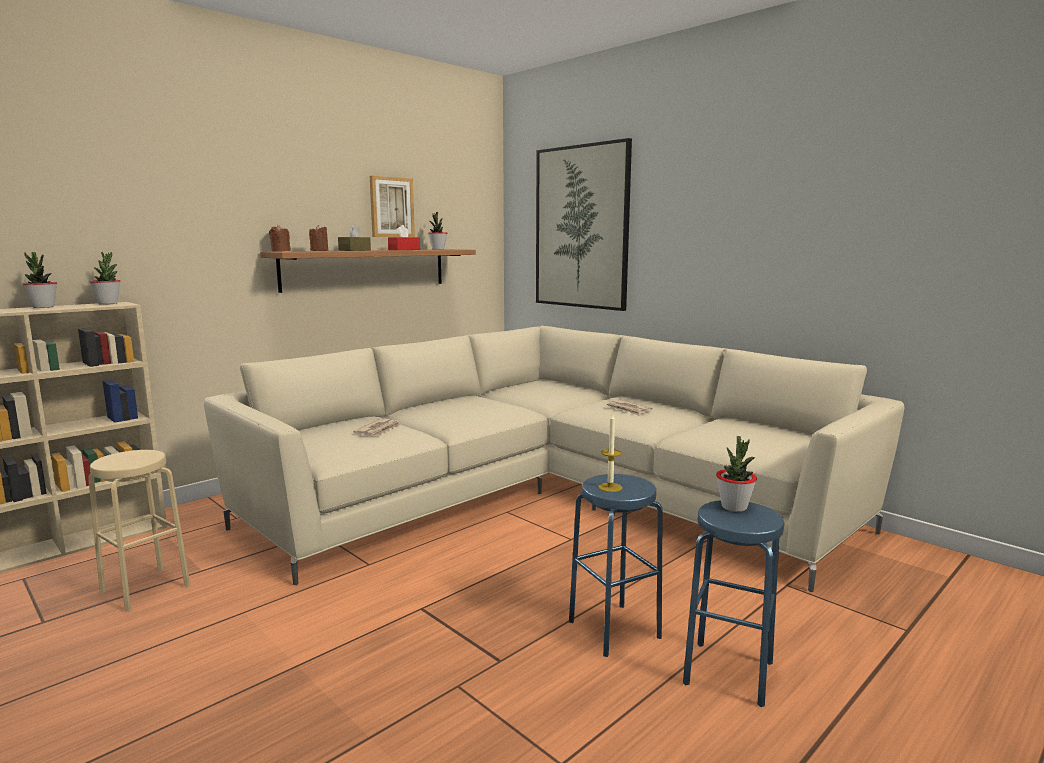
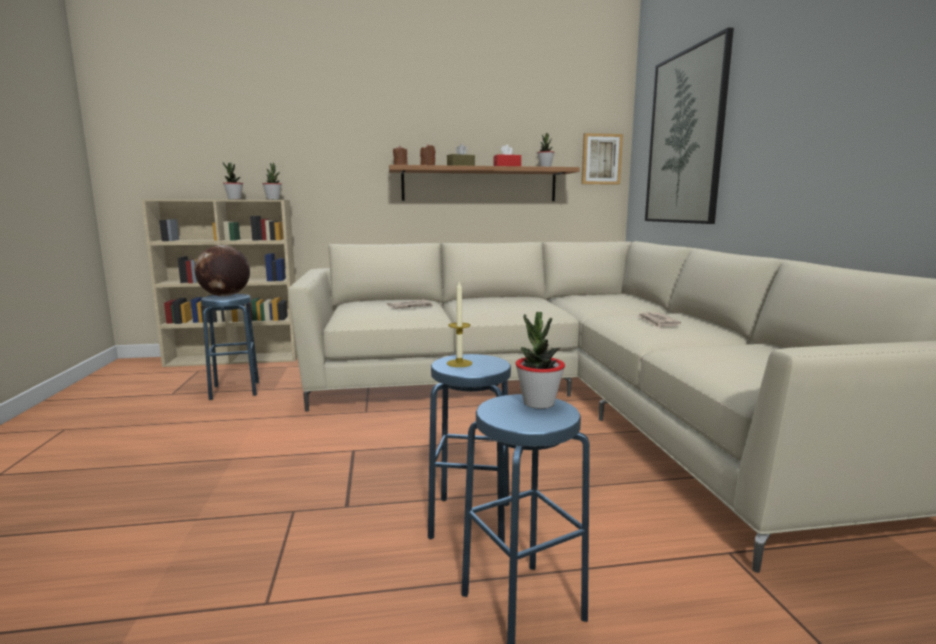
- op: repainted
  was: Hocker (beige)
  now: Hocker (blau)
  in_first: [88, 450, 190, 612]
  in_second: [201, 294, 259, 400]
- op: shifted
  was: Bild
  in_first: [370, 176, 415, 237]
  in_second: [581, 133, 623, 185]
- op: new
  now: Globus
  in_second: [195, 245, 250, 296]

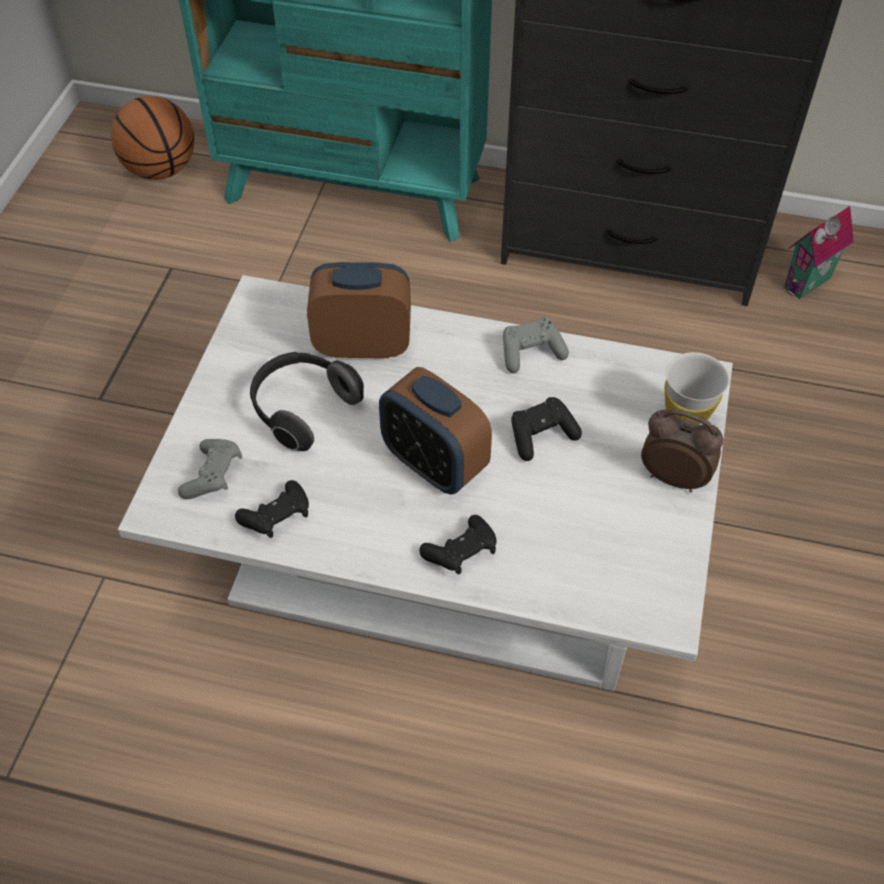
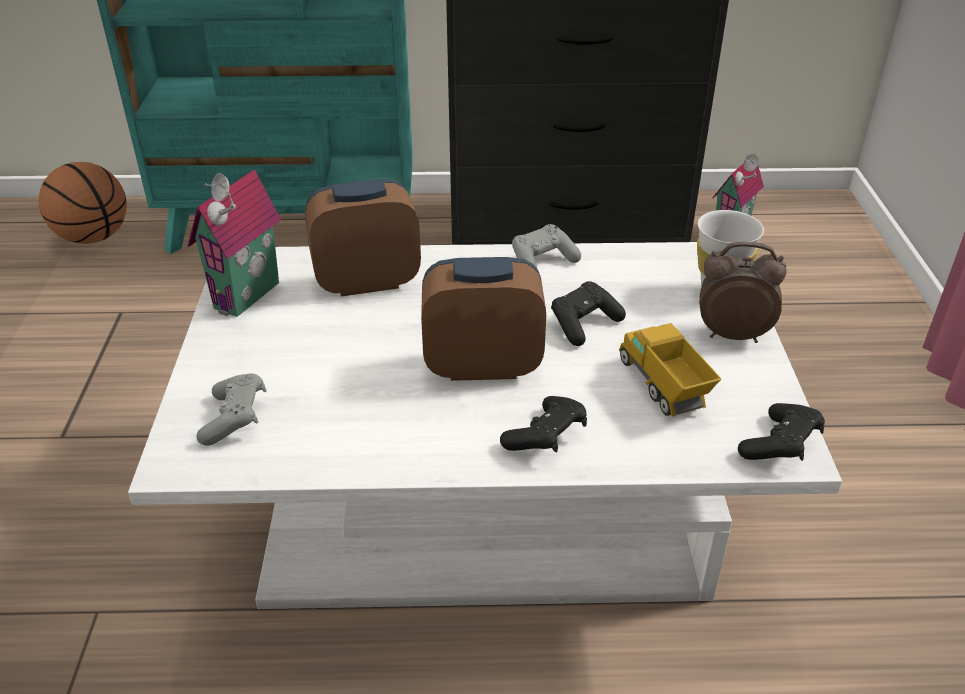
- op: shifted
  was: Gamepad (schwarz)
  in_first: [235, 480, 309, 538]
  in_second: [738, 403, 825, 461]
- op: gone
  was: Kopfhörer
  in_first: [250, 352, 364, 451]
- op: rotated
  was: Wecker
  in_first: [379, 367, 492, 495]
  in_second: [421, 257, 546, 381]
  clockwise: 150
- op: new
  now: Spielzeughaus
  in_second: [188, 170, 281, 317]
- op: new
  now: Spielzeuglaster
  in_second: [619, 323, 721, 417]

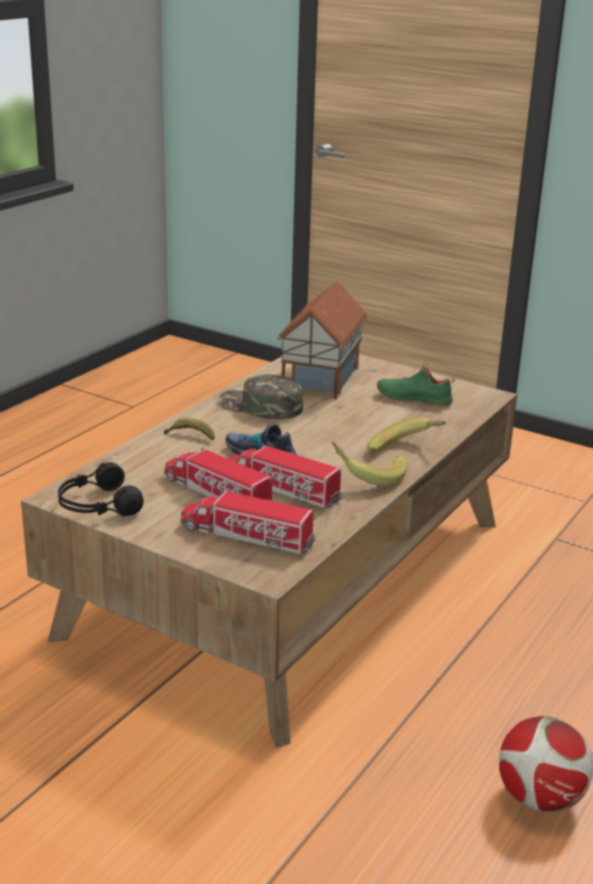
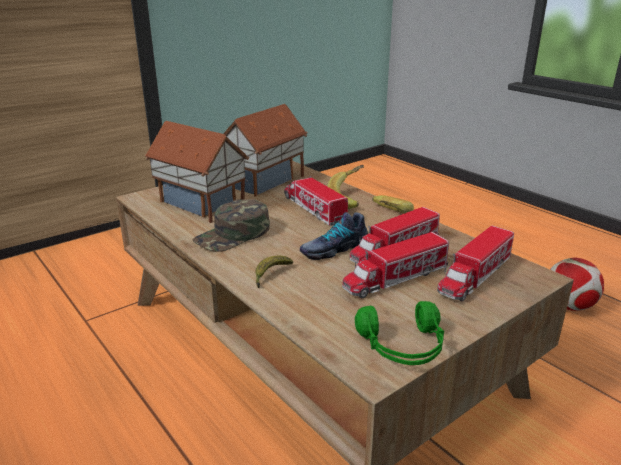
- op: repainted
  was: Kopfhörer (schwarz)
  now: Kopfhörer (grün)
  in_first: [58, 462, 144, 517]
  in_second: [355, 301, 444, 365]
- op: swapped
  was: Schuh (grün)
  now: Spielzeughaus
  in_first: [377, 361, 455, 407]
  in_second: [223, 104, 307, 197]
- op: new
  now: Spielzeuglaster
  in_second: [284, 176, 348, 226]

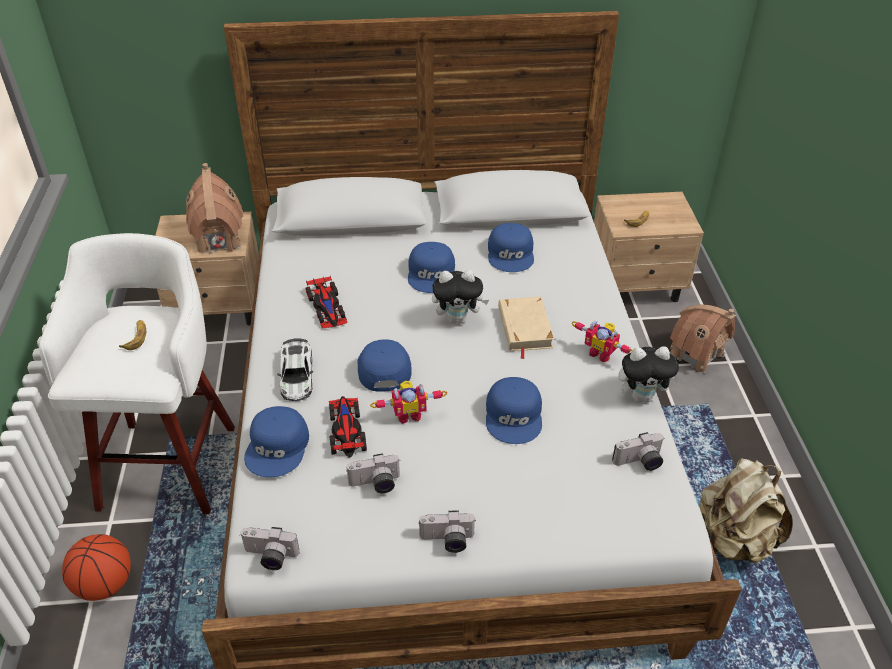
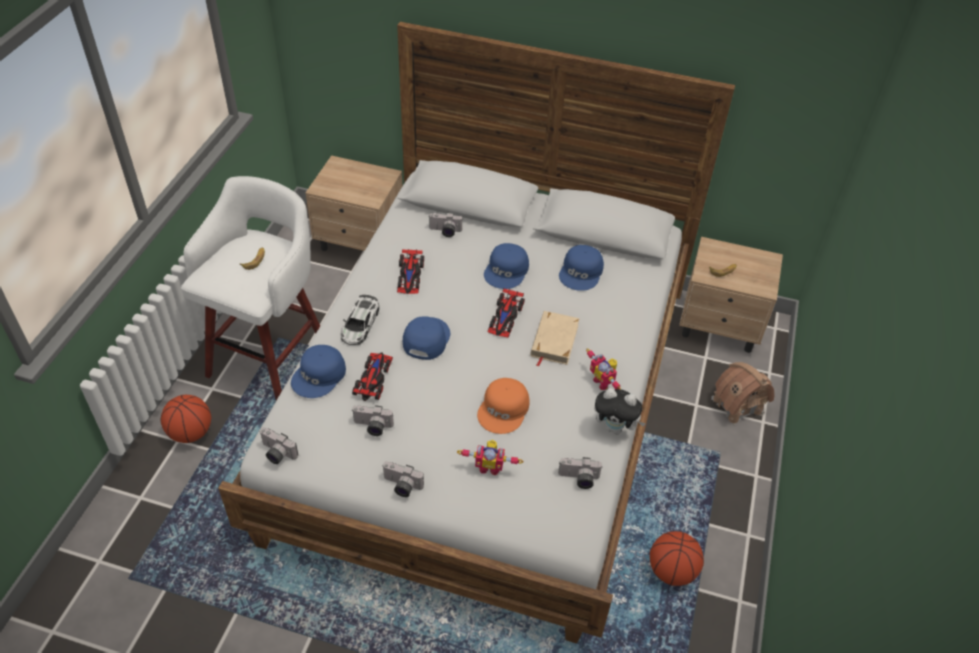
- op: gone
  was: Spielzeughaus
  in_first: [186, 163, 245, 253]
- op: shifted
  was: Spielzeugroboter
  in_first: [370, 381, 447, 424]
  in_second: [457, 440, 523, 475]
- op: swapped
  was: Plüschtier
  now: Spielzeugauto
  in_first: [432, 270, 489, 324]
  in_second: [487, 289, 525, 337]
- op: repainted
  was: Kappe (blau)
  now: Kappe (orange)
  in_first: [486, 377, 542, 444]
  in_second: [477, 378, 530, 434]
- op: swapped
  was: Rucksack (beige)
  now: Basketball
  in_first: [700, 459, 793, 564]
  in_second: [650, 531, 704, 586]
- op: new
  now: Kamera
  in_second: [429, 212, 463, 237]

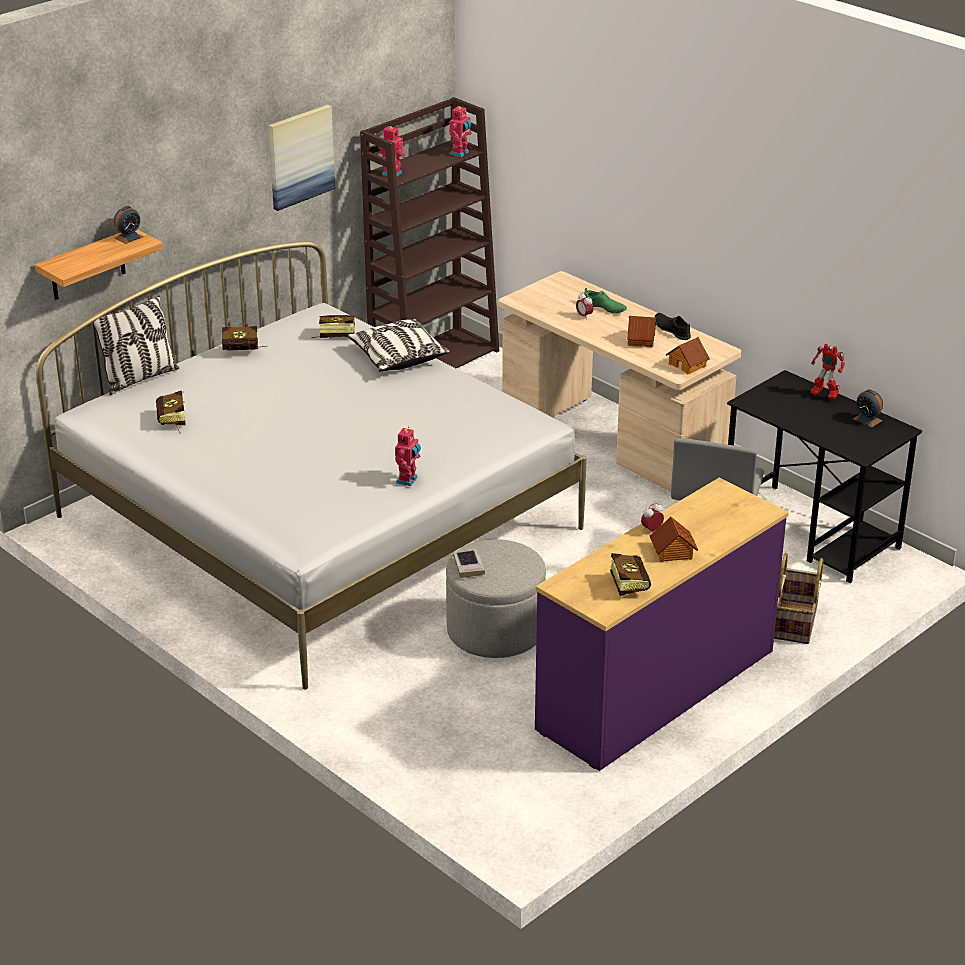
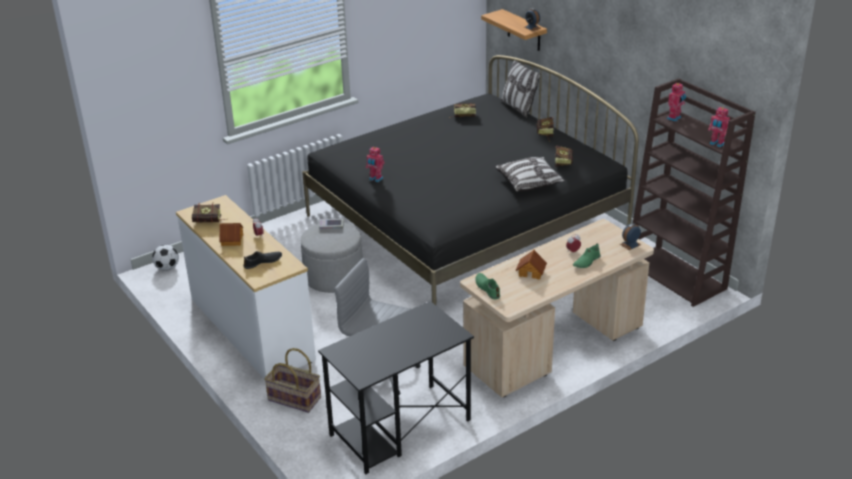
- op: repainted
  was: Bett (weiß)
  now: Bett (schwarz)
  in_first: [36, 241, 587, 690]
  in_second: [302, 55, 639, 305]
- op: gone
  was: Bild
  in_first: [268, 105, 335, 211]
- op: repainted
  was: Kommode (lila)
  now: Kommode (weiß)
  in_first: [535, 478, 789, 771]
  in_second: [176, 195, 316, 378]
- op: shifted
  was: Schuh (schwarz)
  in_first: [655, 313, 691, 340]
  in_second: [244, 251, 282, 269]
- op: swapped
  was: Spielzeughaus
  now: Schuh (grün)
  in_first: [666, 337, 710, 374]
  in_second: [475, 273, 500, 299]
- op: gone
  was: Spielzeugroboter
  in_first: [810, 344, 845, 399]
- op: shifted
  was: Wecker
  in_first: [853, 389, 883, 428]
  in_second: [620, 223, 641, 250]
- op: new
  now: Fußball
  in_second: [152, 245, 179, 271]

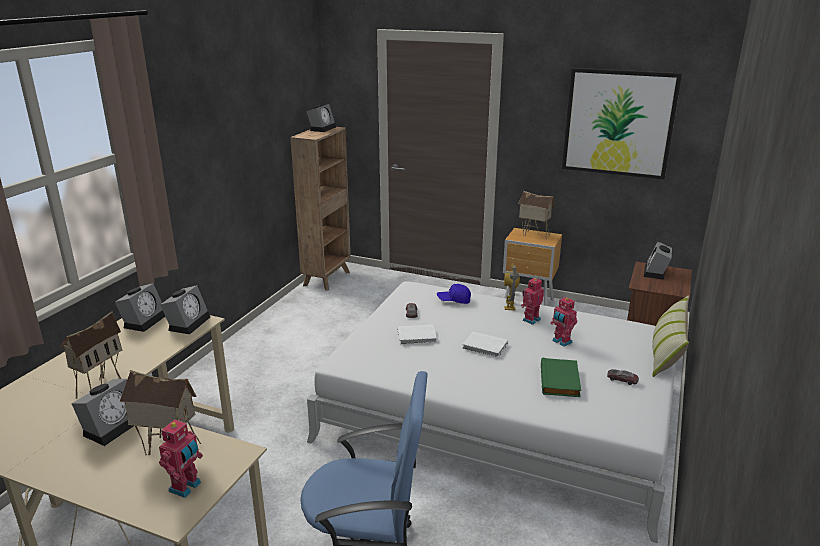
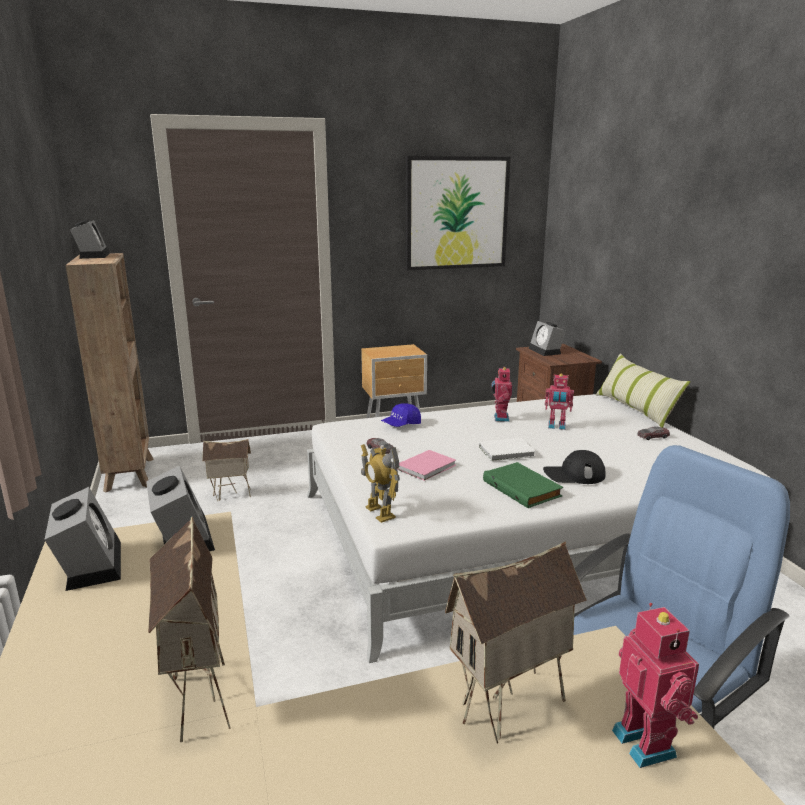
- op: gone
  was: Wecker
  in_first: [71, 379, 134, 446]
- op: repainted
  was: Buch (weiß)
  now: Buch (rosa)
  in_first: [398, 325, 437, 344]
  in_second: [397, 450, 456, 481]
- op: shifted
  was: Spielzeugroboter
  in_first: [504, 263, 520, 310]
  in_second: [361, 444, 400, 523]
- op: shifted
  was: Spielzeughaus
  in_first: [518, 191, 554, 236]
  in_second: [202, 439, 251, 501]
- op: shifted
  was: Buch (grün)
  in_first: [541, 357, 581, 397]
  in_second: [483, 462, 563, 508]
- op: new
  now: Kappe (schwarz)
  in_second: [543, 450, 606, 484]

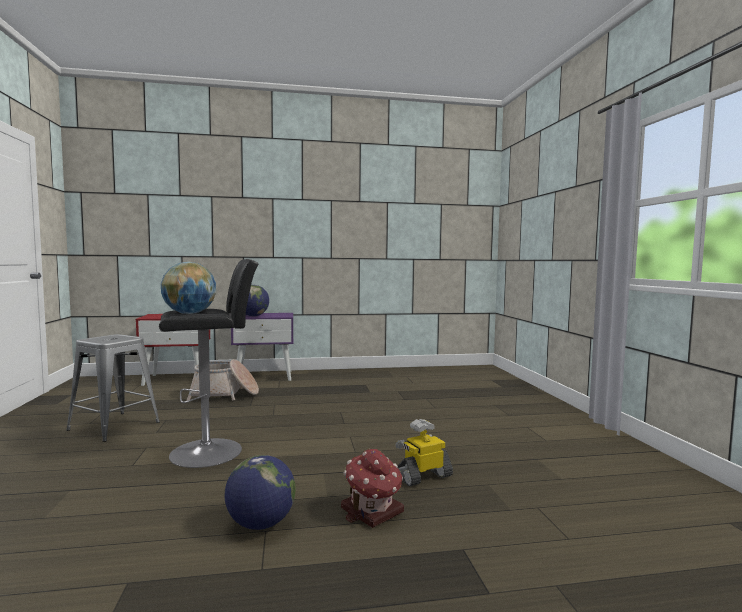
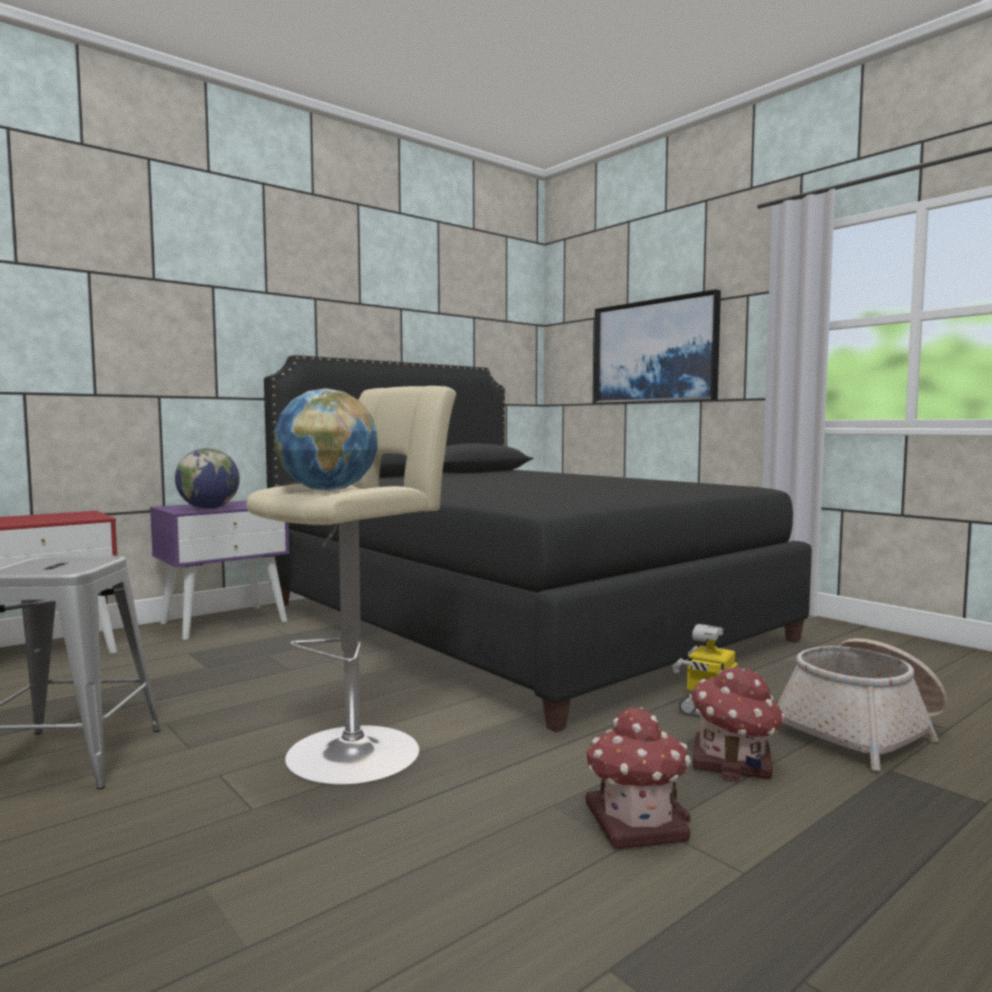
- op: repainted
  was: Hocker (schwarz)
  now: Hocker (beige)
  in_first: [159, 259, 258, 468]
  in_second: [246, 386, 457, 786]
- op: shifted
  was: Korb
  in_first: [186, 359, 259, 401]
  in_second: [777, 638, 947, 771]
- op: swapped
  was: Globus
  now: Spielzeughaus
  in_first: [225, 455, 296, 530]
  in_second: [585, 707, 691, 849]
- op: new
  now: Bett (schwarz)
  in_second: [264, 355, 812, 732]
- op: new
  now: Bild
  in_second: [594, 289, 721, 404]

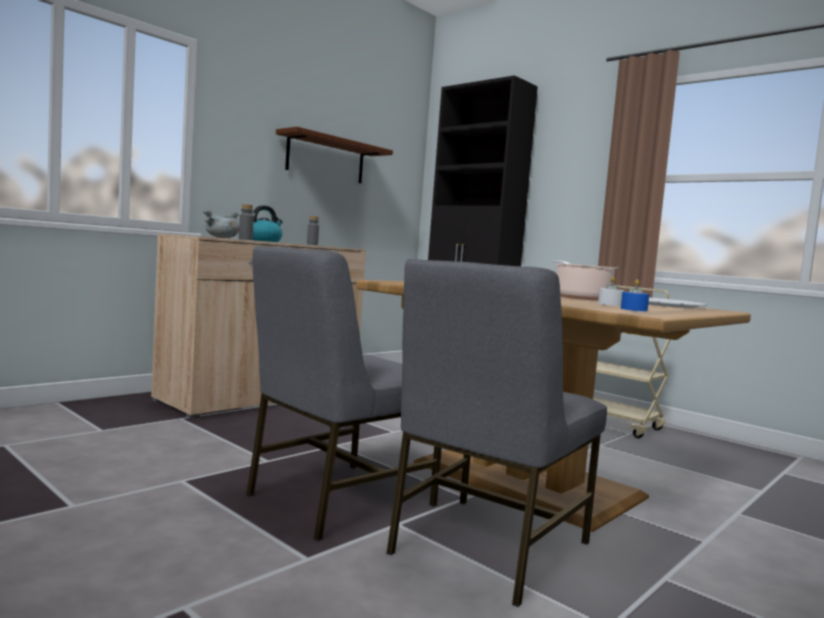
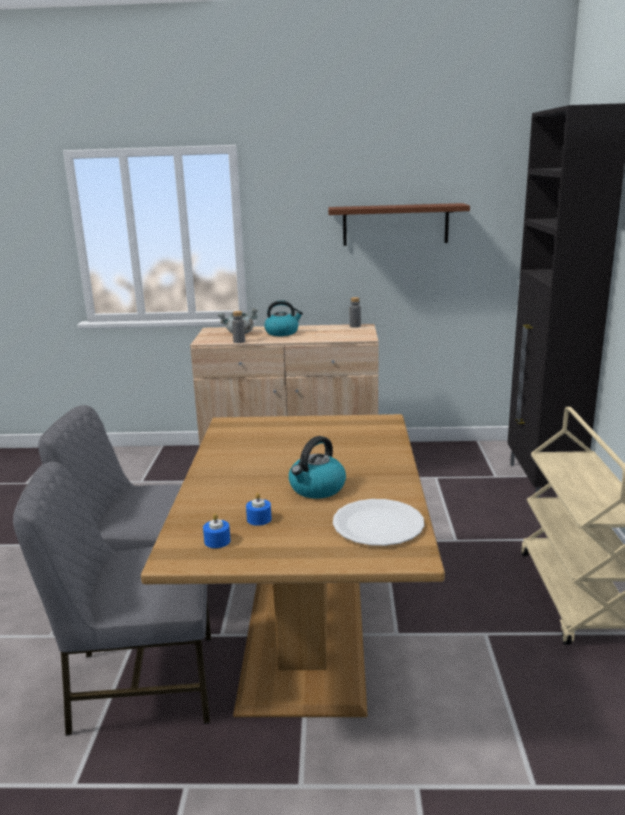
- op: swapped
  was: Kochtopf
  now: Wasserkessel
  in_first: [552, 260, 618, 301]
  in_second: [289, 436, 346, 499]
- op: repainted
  was: Kerze (weiß)
  now: Kerze (blau)
  in_first: [598, 277, 624, 306]
  in_second: [246, 493, 272, 526]

